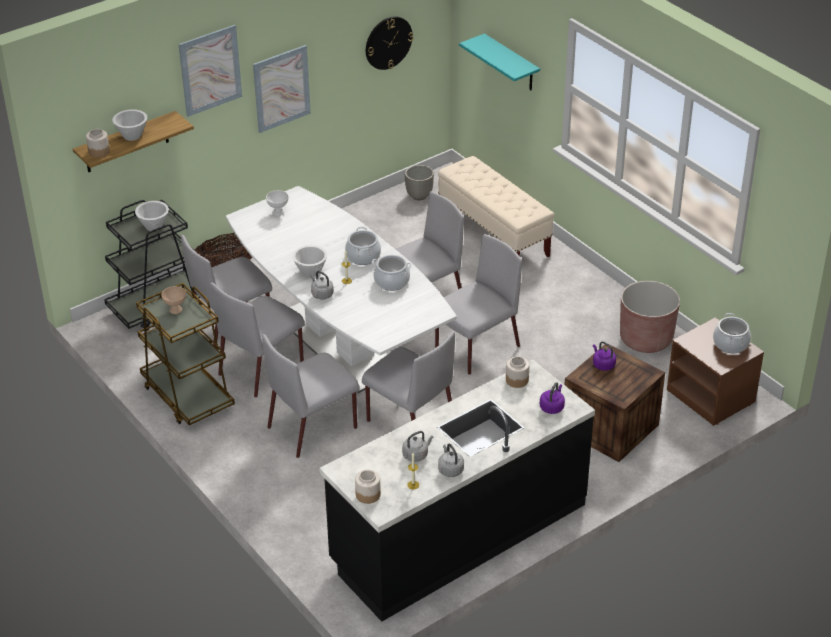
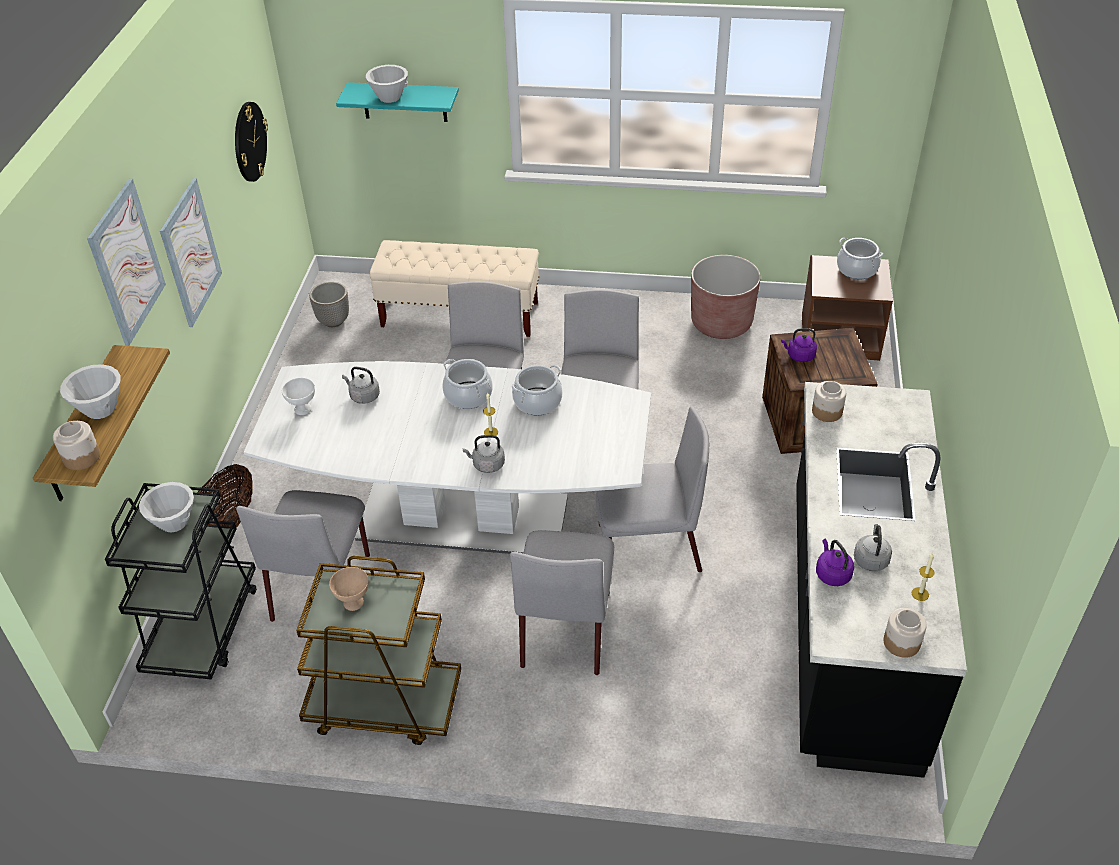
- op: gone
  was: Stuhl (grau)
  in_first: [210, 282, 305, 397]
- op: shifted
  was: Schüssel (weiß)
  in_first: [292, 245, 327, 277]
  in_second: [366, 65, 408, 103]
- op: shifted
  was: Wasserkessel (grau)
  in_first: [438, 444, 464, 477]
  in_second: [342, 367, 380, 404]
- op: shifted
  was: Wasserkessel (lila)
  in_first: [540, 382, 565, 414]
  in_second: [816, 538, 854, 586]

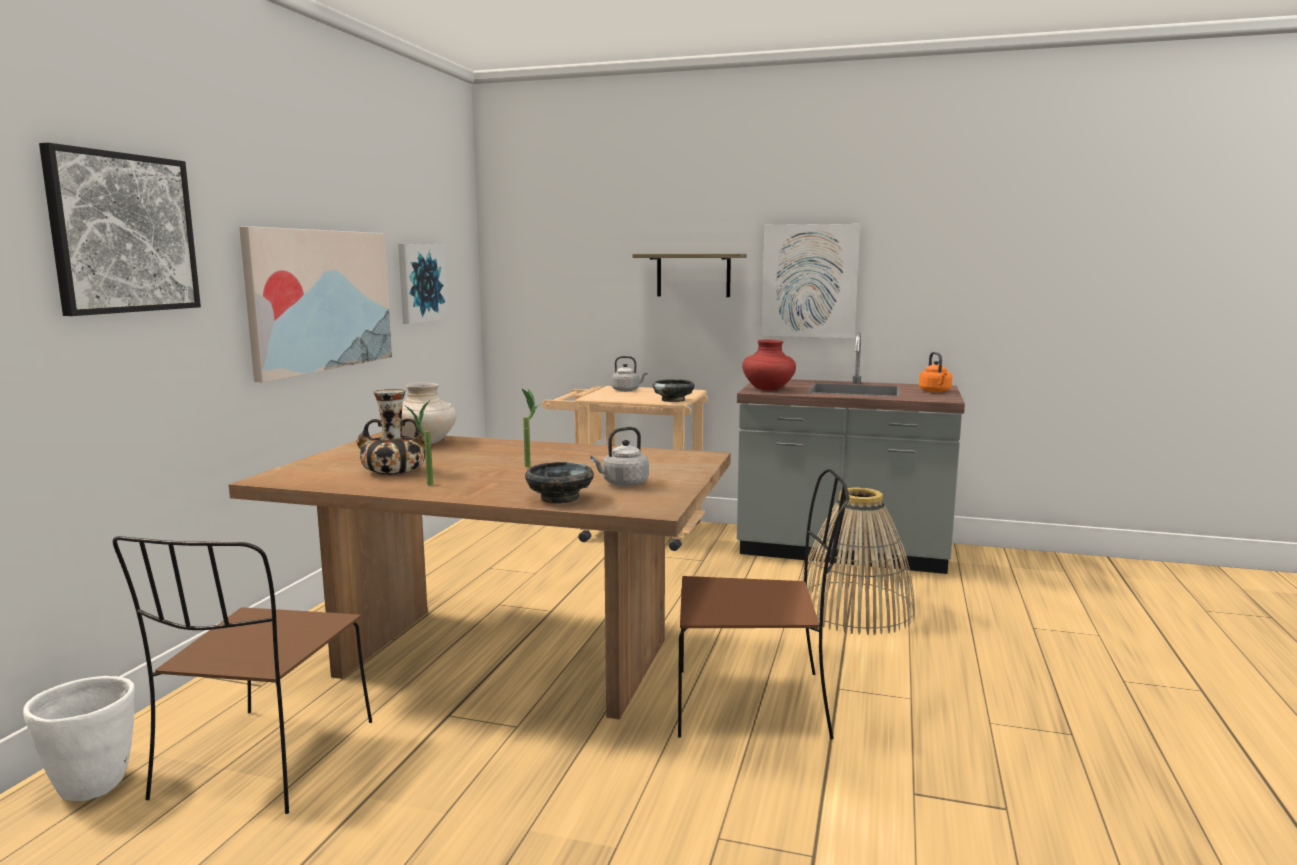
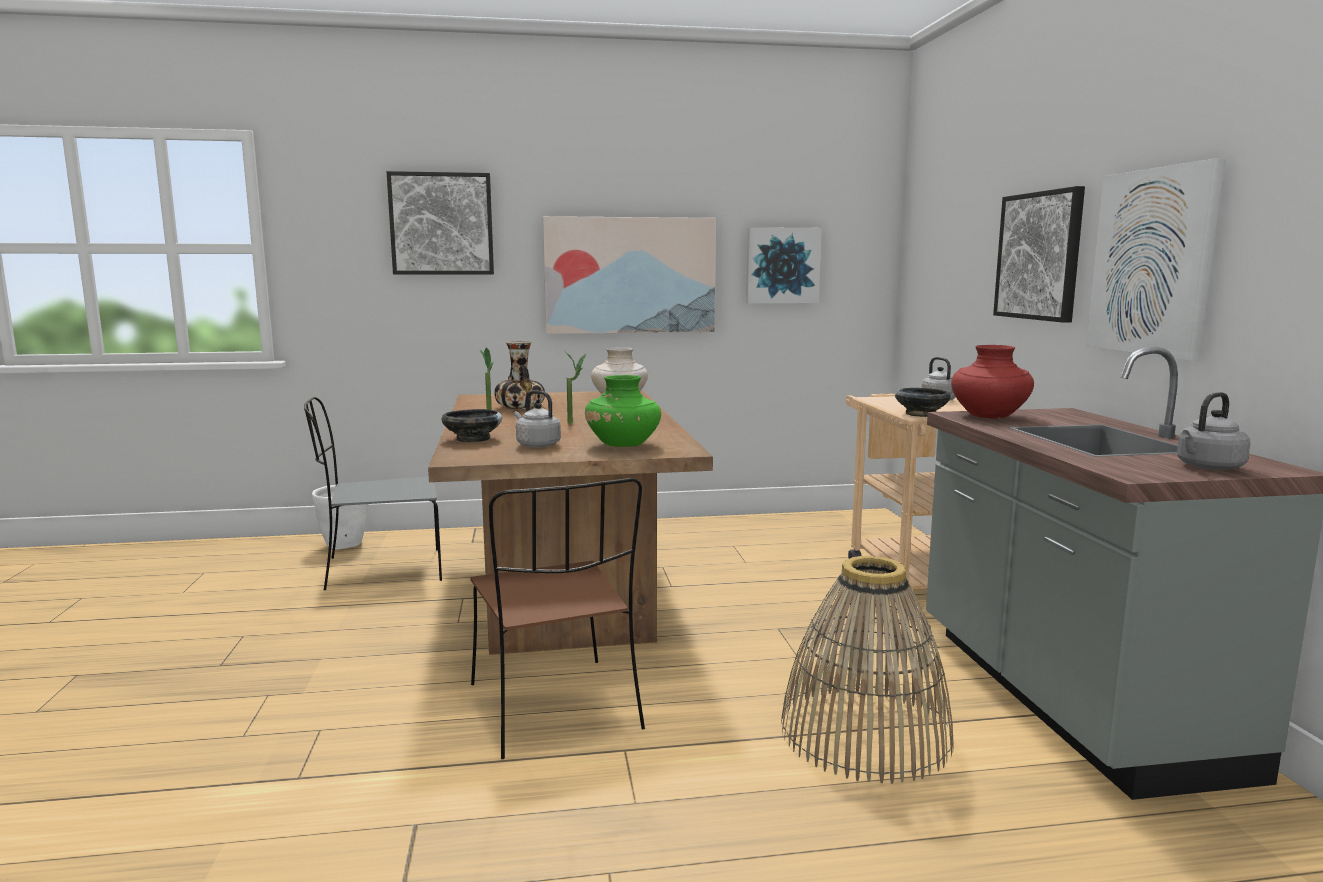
- op: repainted
  was: Stuhl (braun)
  now: Stuhl (grau)
  in_first: [113, 536, 372, 814]
  in_second: [304, 397, 442, 590]
- op: swapped
  was: Wandregal
  now: Bild
  in_first: [632, 254, 747, 297]
  in_second: [993, 186, 1085, 323]
- op: repainted
  was: Wasserkessel (orange)
  now: Wasserkessel (grau)
  in_first: [919, 352, 952, 392]
  in_second: [1177, 392, 1251, 471]
- op: new
  now: Vase (grün)
  in_second: [585, 375, 661, 447]

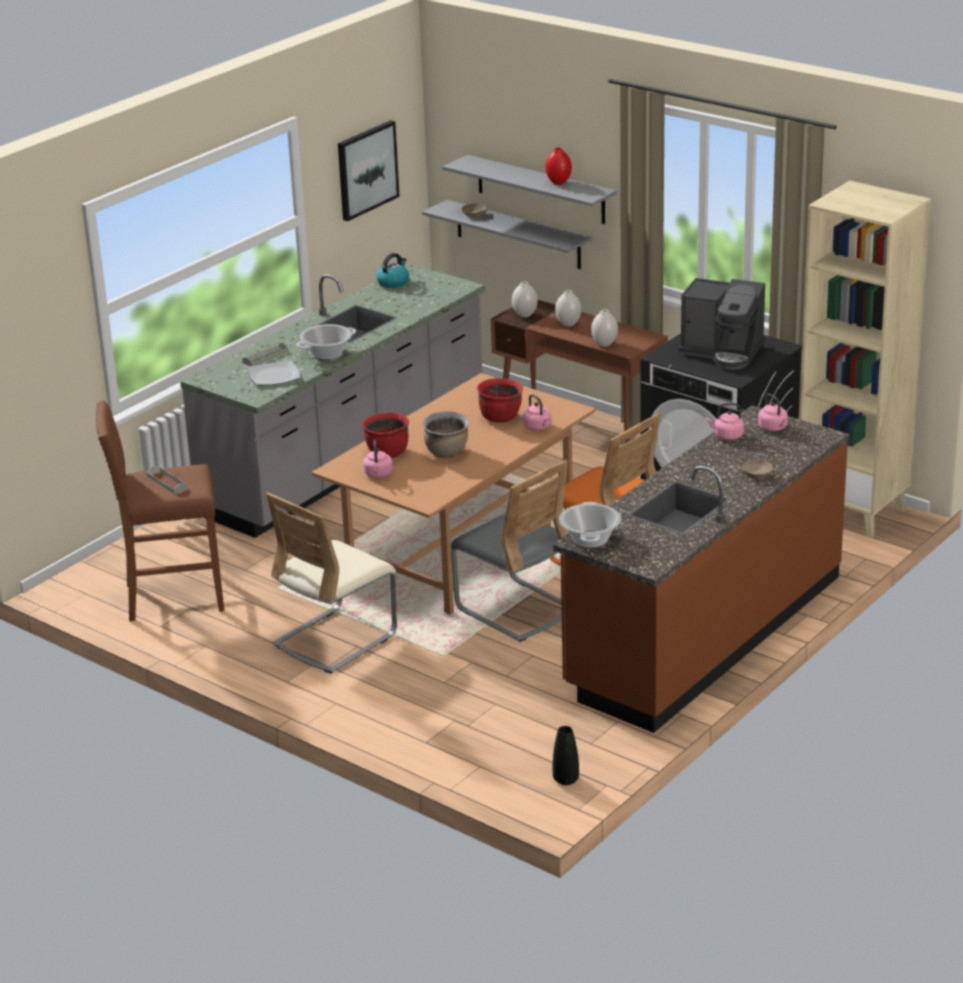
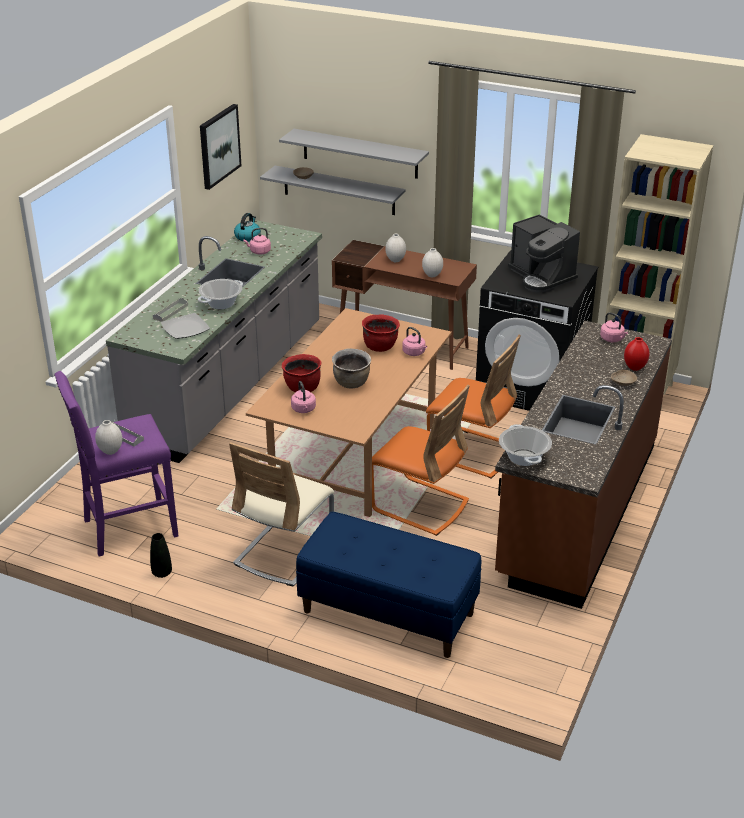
- op: repainted
  was: Hocker (braun)
  now: Hocker (lila)
  in_first: [96, 401, 224, 621]
  in_second: [54, 371, 179, 556]
- op: repainted
  was: Stuhl (grau)
  now: Stuhl (orange)
  in_first: [451, 460, 569, 642]
  in_second: [372, 385, 470, 536]
- op: shifted
  was: Vase (weiß)
  in_first: [512, 281, 538, 318]
  in_second: [95, 420, 122, 455]
- op: shifted
  was: Vase (rot)
  in_first: [545, 148, 572, 185]
  in_second: [624, 337, 650, 371]
- op: shifted
  was: Vase (schwarz)
  in_first: [553, 726, 579, 785]
  in_second: [150, 533, 172, 578]
- op: rotated
  was: Kaffeemaschine
  in_first: [678, 278, 765, 370]
  in_second: [508, 214, 580, 292]
  clockwise: 45
- op: shifted
  was: Wasserkessel (rosa)
  in_first: [706, 403, 744, 440]
  in_second: [243, 228, 271, 254]
- op: new
  now: Bank (blau)
  in_second: [296, 512, 481, 658]

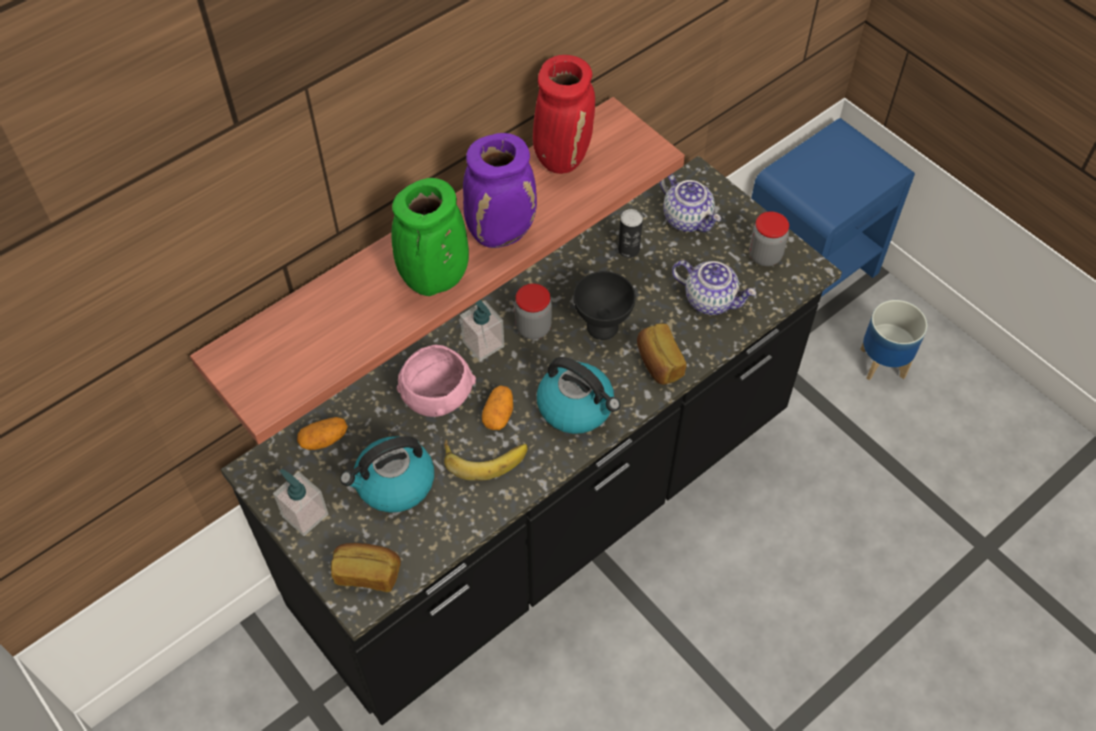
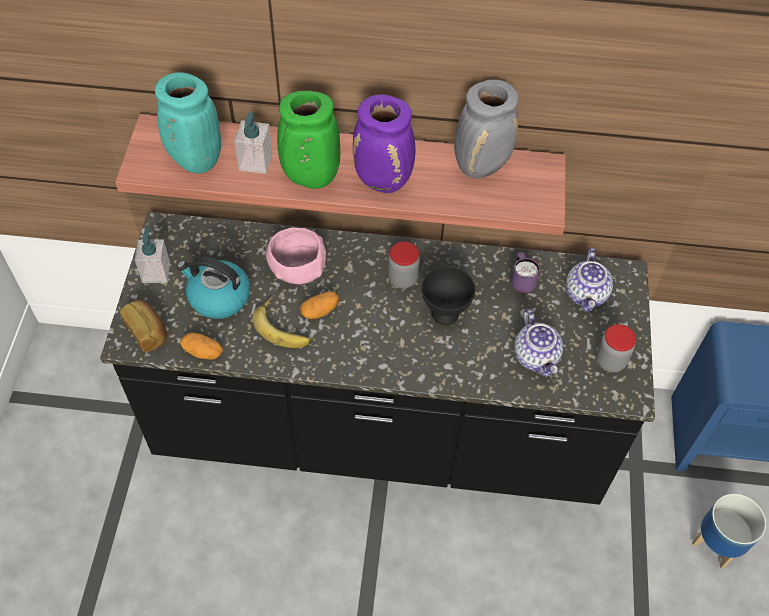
- op: shifted
  was: Kartoffel
  in_first: [297, 417, 348, 450]
  in_second: [180, 333, 223, 360]
- op: shifted
  was: Seifenspender
  in_first: [460, 300, 504, 361]
  in_second: [234, 112, 273, 174]
- op: repainted
  was: Vase (rot)
  now: Vase (grau)
  in_first: [533, 55, 595, 174]
  in_second: [454, 79, 519, 179]
- op: gone
  was: Wasserkessel
  in_first: [537, 357, 620, 434]
- op: swapped
  was: Dose
  now: Henkelbecher (lila)
  in_first: [618, 209, 643, 258]
  in_second: [511, 252, 540, 294]
- op: gone
  was: Brot
  in_first: [637, 324, 687, 385]
- op: new
  now: Vase (türkis)
  in_second: [155, 72, 221, 173]

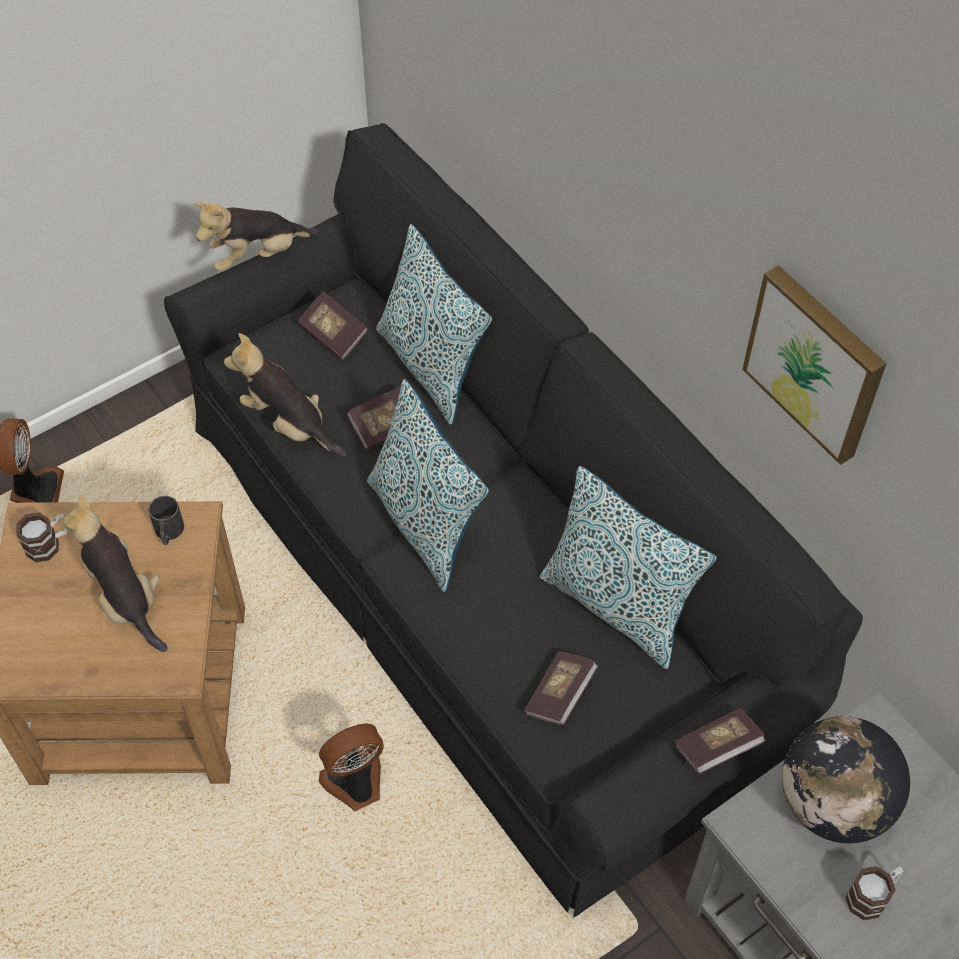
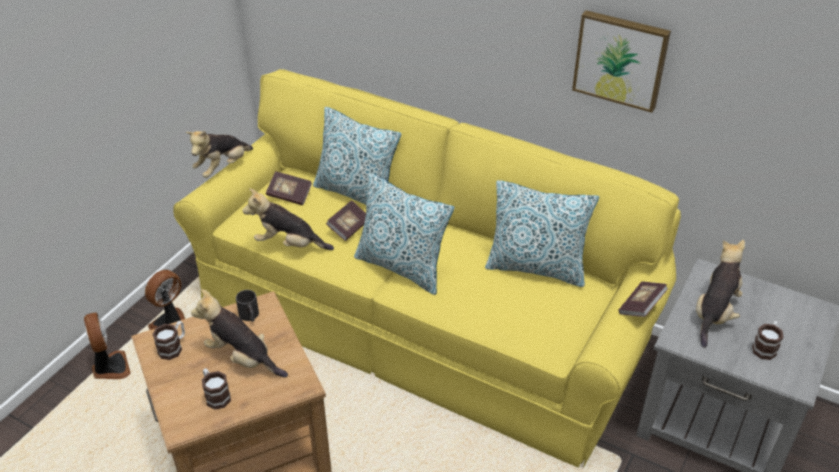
- op: repainted
  was: Sofa (schwarz)
  now: Sofa (gelb)
  in_first: [164, 123, 863, 917]
  in_second: [173, 69, 681, 467]
- op: shifted
  was: Ventilator
  in_first: [319, 723, 383, 811]
  in_second: [145, 270, 185, 330]
- op: gone
  was: Buch
  in_first: [524, 651, 598, 725]
- op: swapped
  was: Globus
  now: Plüschtier
  in_first: [782, 716, 910, 843]
  in_second: [696, 240, 745, 348]
- op: new
  now: Henkelbecher
  in_second: [202, 368, 231, 410]

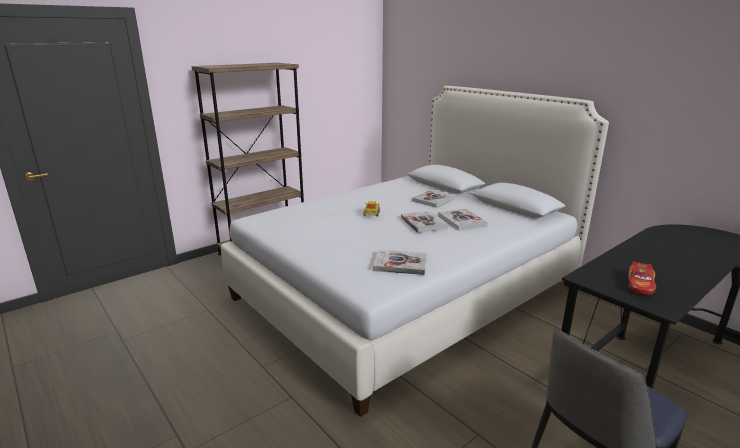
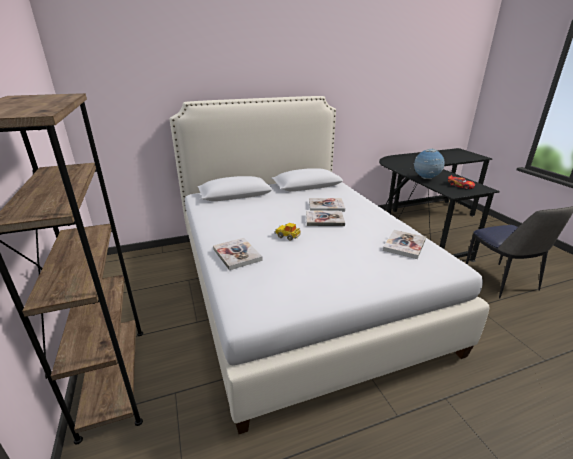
- op: shifted
  was: Buch
  in_first: [412, 189, 456, 208]
  in_second: [213, 238, 263, 270]
- op: new
  now: Globus
  in_second: [414, 148, 445, 179]

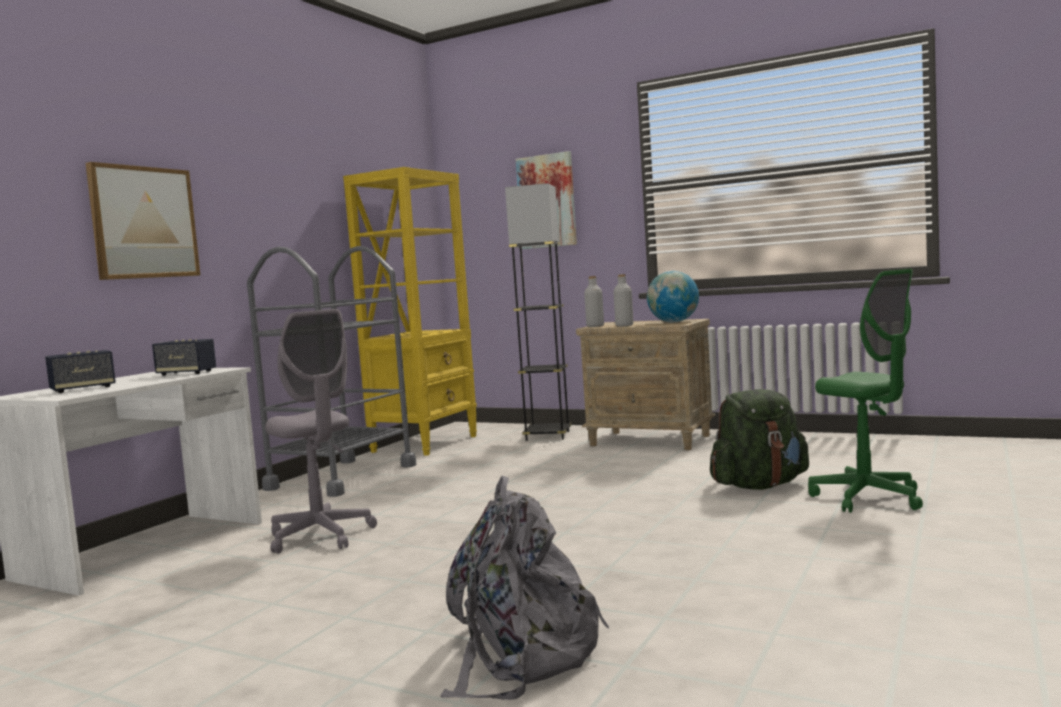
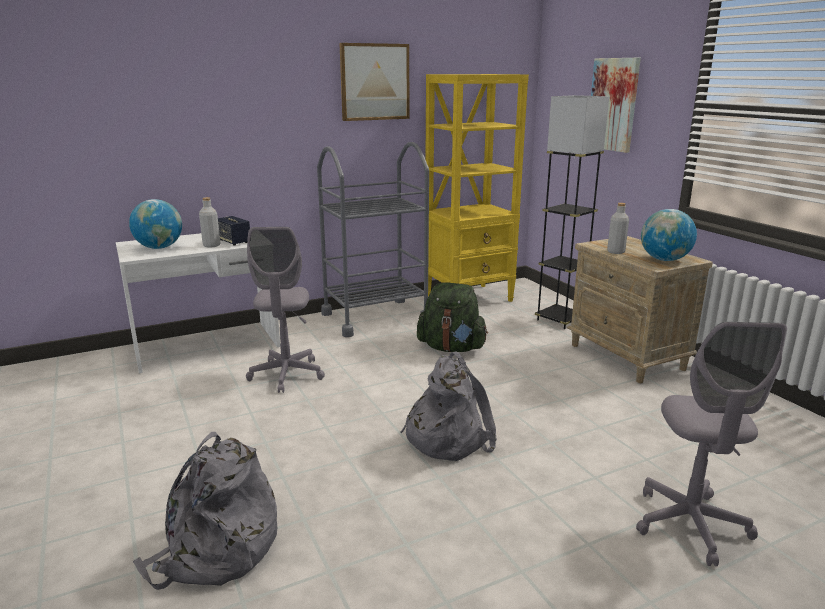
- op: swapped
  was: Lautsprecher
  now: Globus
  in_first: [45, 350, 116, 393]
  in_second: [129, 199, 182, 249]
- op: shifted
  was: Bild
  in_first: [85, 162, 200, 280]
  in_second: [339, 43, 409, 121]
- op: shifted
  was: Flasche (grau)
  in_first: [584, 276, 604, 327]
  in_second: [199, 197, 221, 248]
- op: shifted
  was: Rucksack (grün)
  in_first: [710, 389, 809, 490]
  in_second: [417, 282, 488, 352]
- op: repainted
  was: Bürostuhl (grün)
  now: Bürostuhl (grau)
  in_first: [808, 269, 923, 513]
  in_second: [636, 322, 787, 566]
- op: new
  now: Rucksack (grau)
  in_second: [400, 352, 497, 461]

